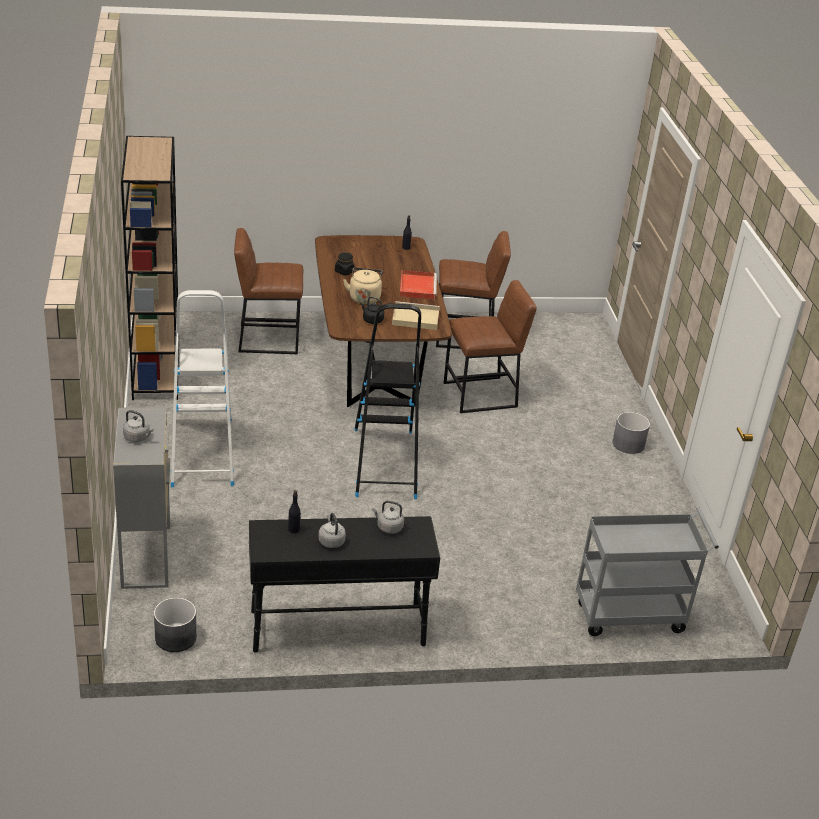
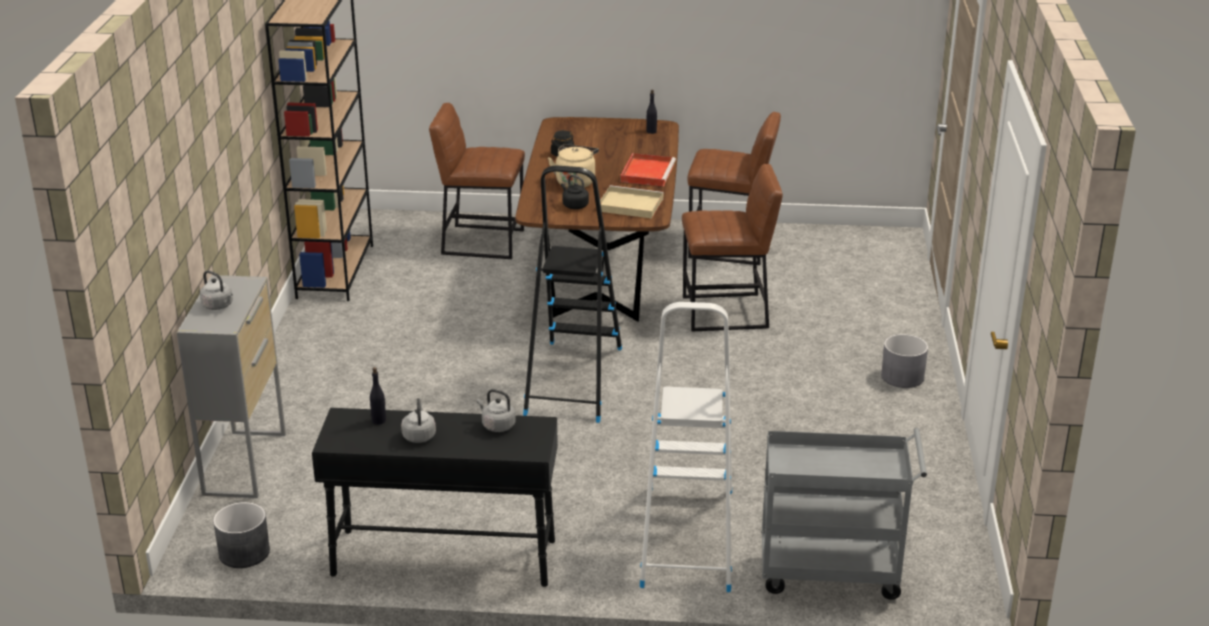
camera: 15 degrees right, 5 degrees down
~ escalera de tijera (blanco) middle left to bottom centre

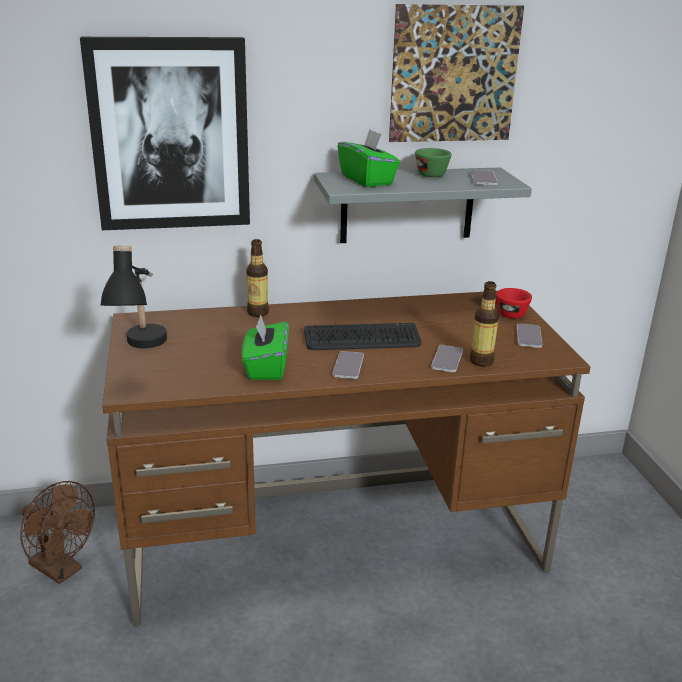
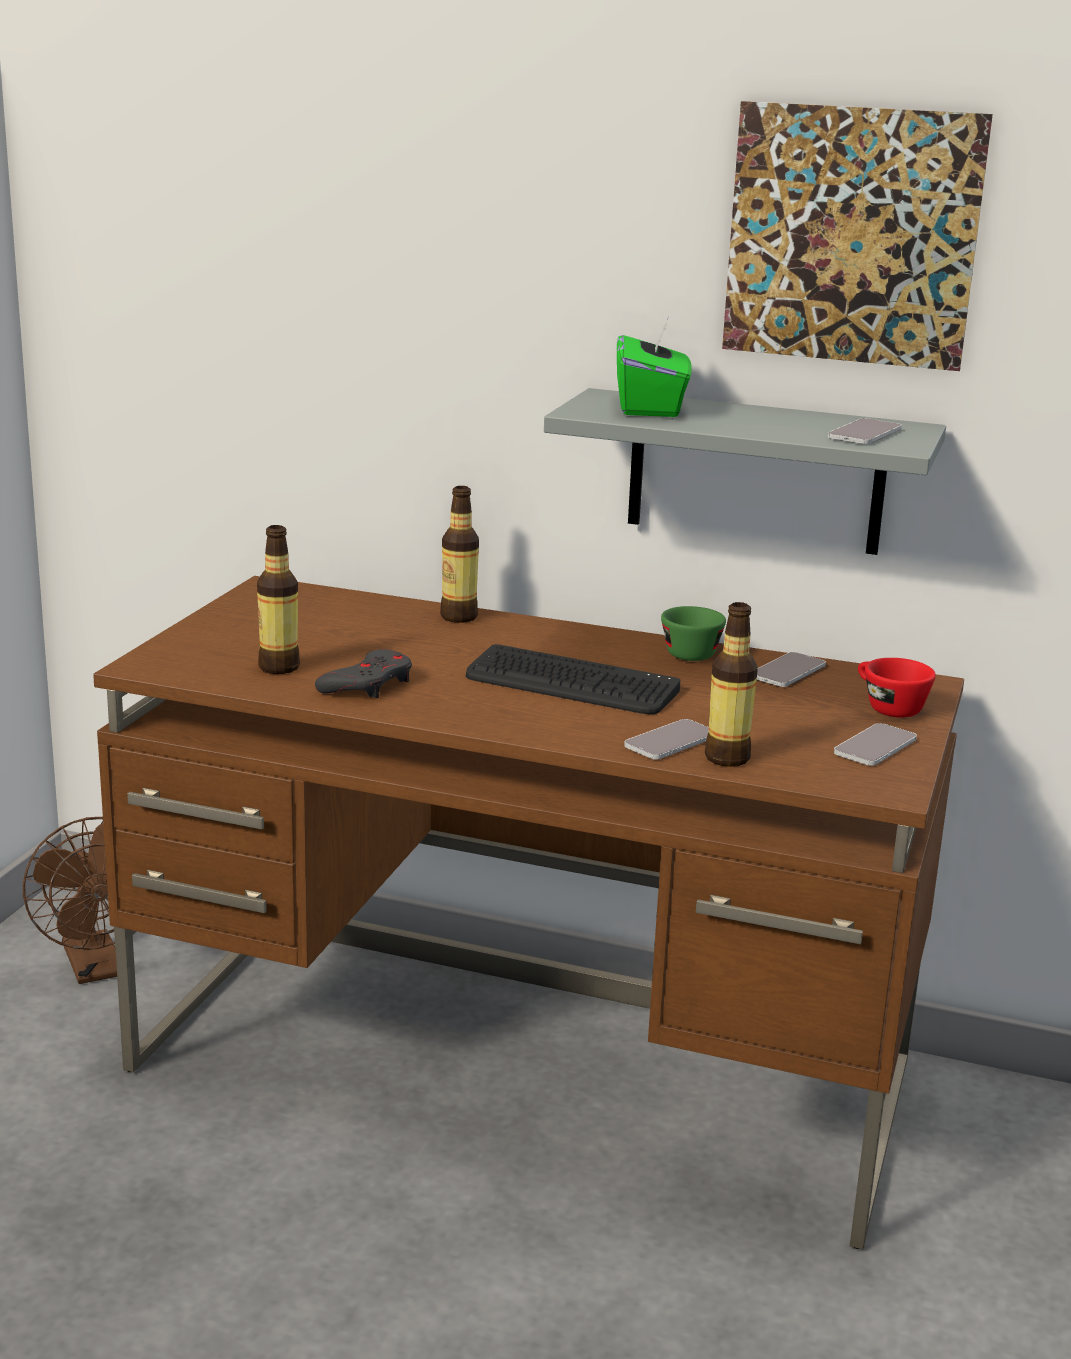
camera: 30 degrees right, 5 degrees down
+ botella (no. 1 from left) middle left
~ caja de pañuelos (verde) (no. 1 from left) centre to mando de consola (gris) centre
~ taza (verde) top centre to centre
~ móvil (no. 1 from left in the first image) centre to móvil (no. 2 from left) middle right
- cuadro (no. 1 from left) top left
- lámpara de mesa (negro) middle left

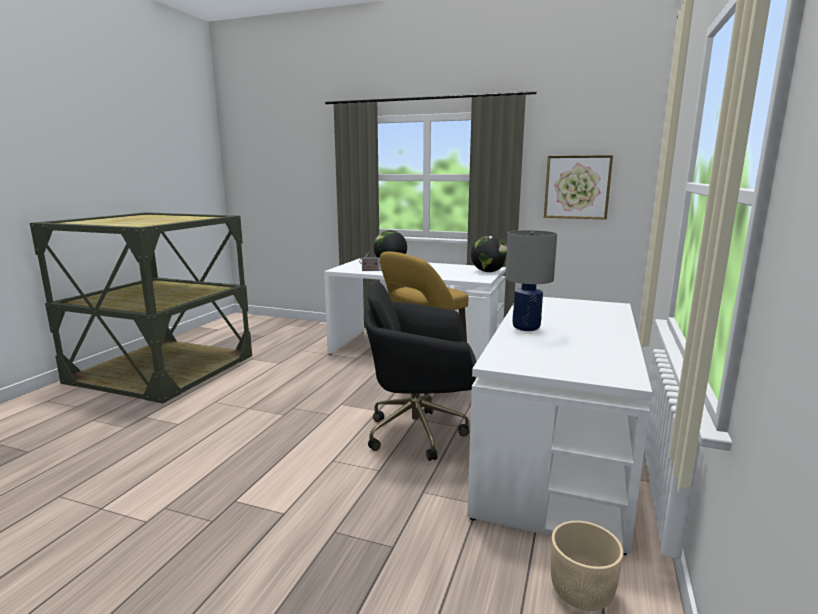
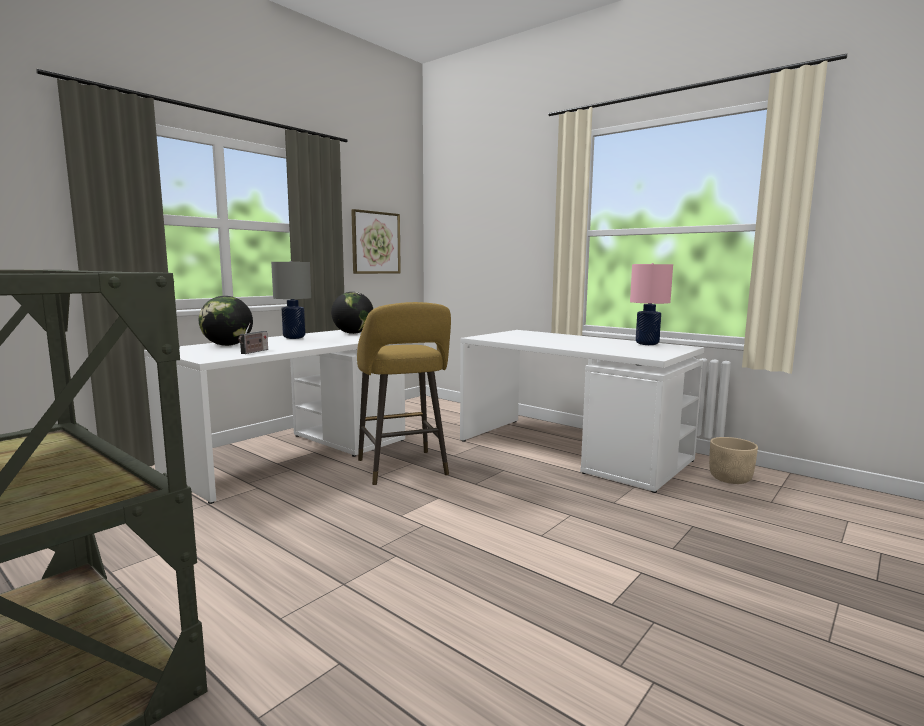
camera: 70 degrees left, 5 degrees down
~ lámpara de mesa (gris) centre to middle left
+ lámpara de mesa (rosa) middle right
- silla de oficina (negro) centre

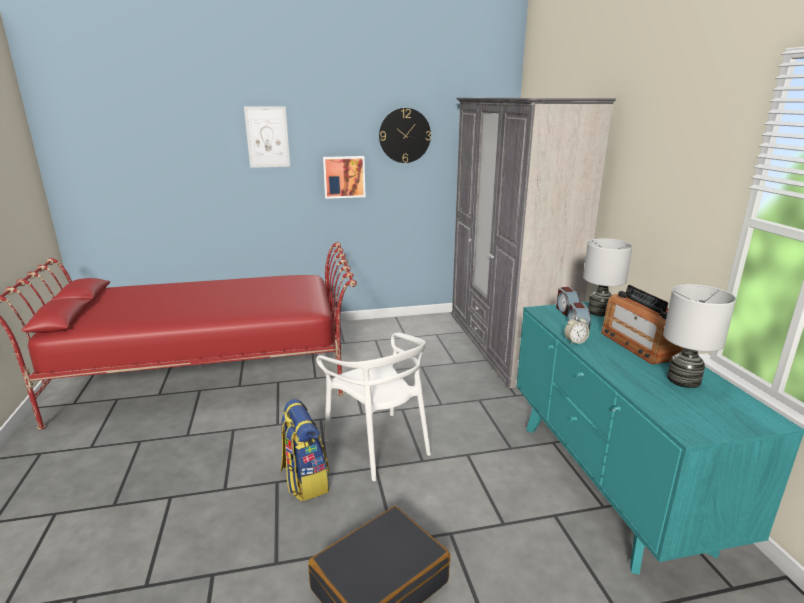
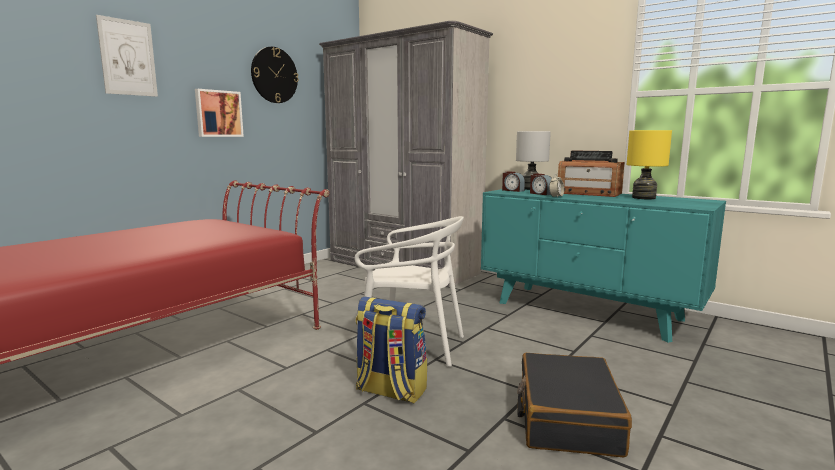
camera: 40 degrees left, 10 degrees down
~ lámpara de mesa (gris) (no. 2 from left) middle right to lámpara de mesa (amarillo) middle right

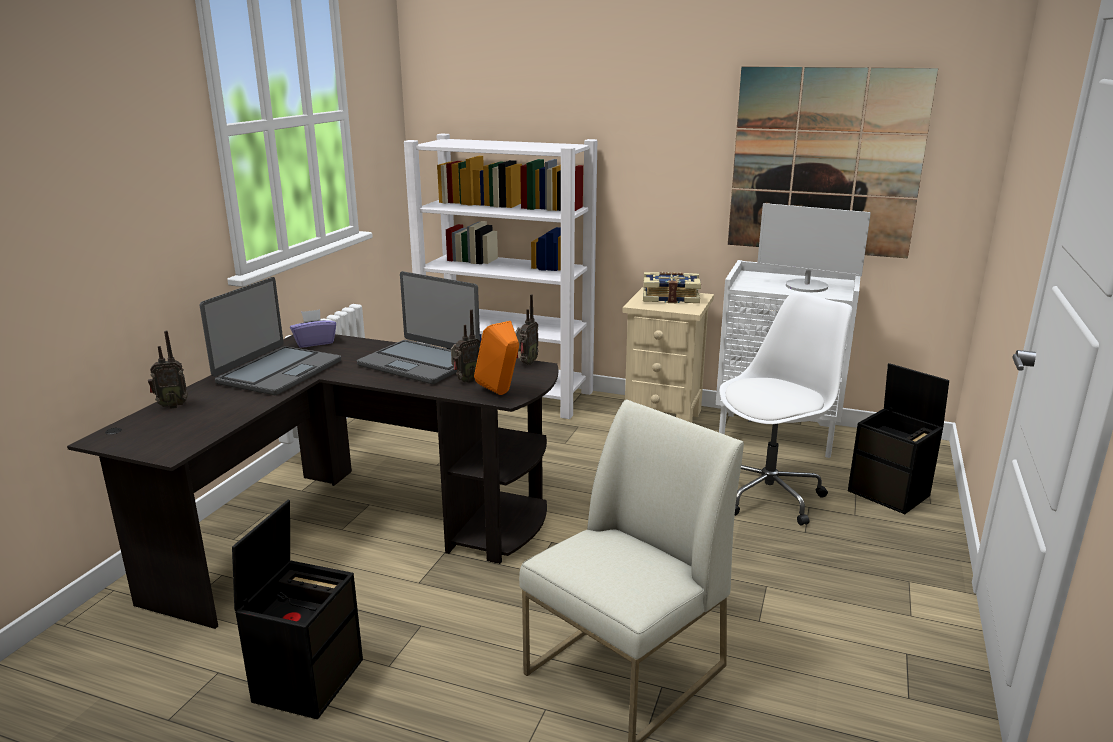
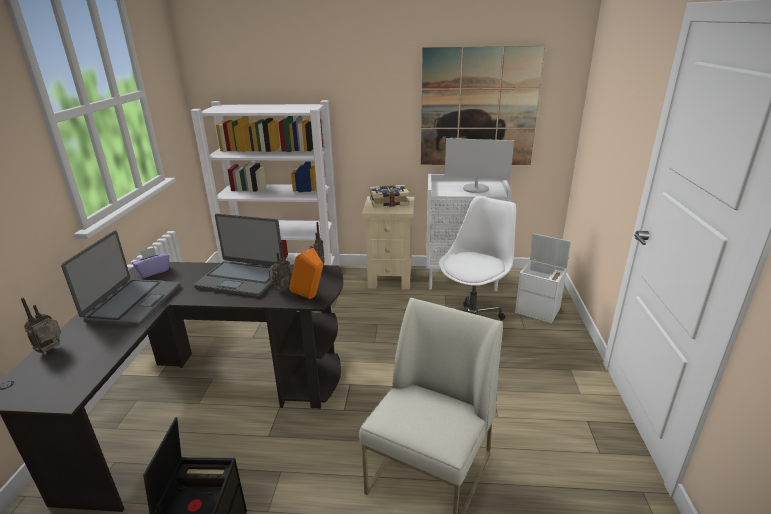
camera: 15 degrees left, 5 degrees up
~ radio (no. 1 from left) middle left = middle left 150 degrees clockwise
~ caja de almacenaje (negro) (no. 2 from left) middle right to caja de almacenaje (blanco) middle right

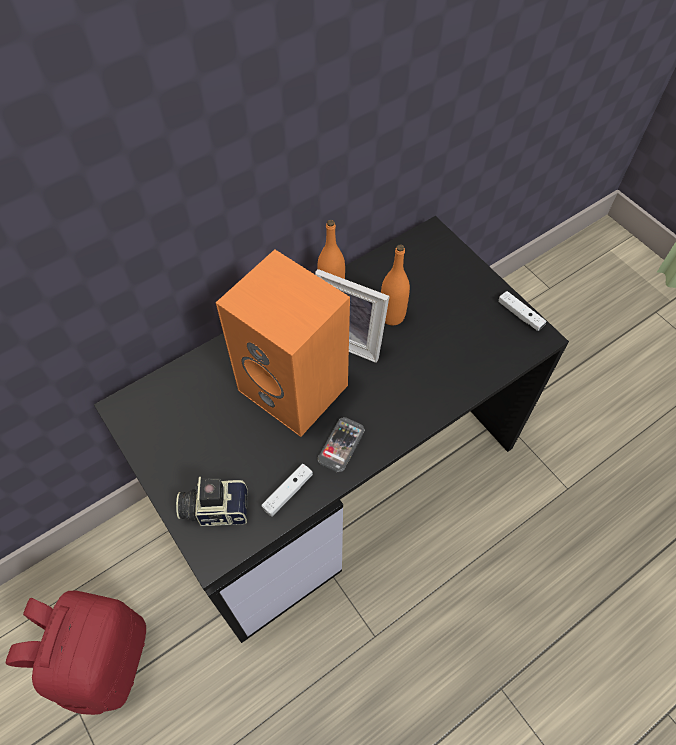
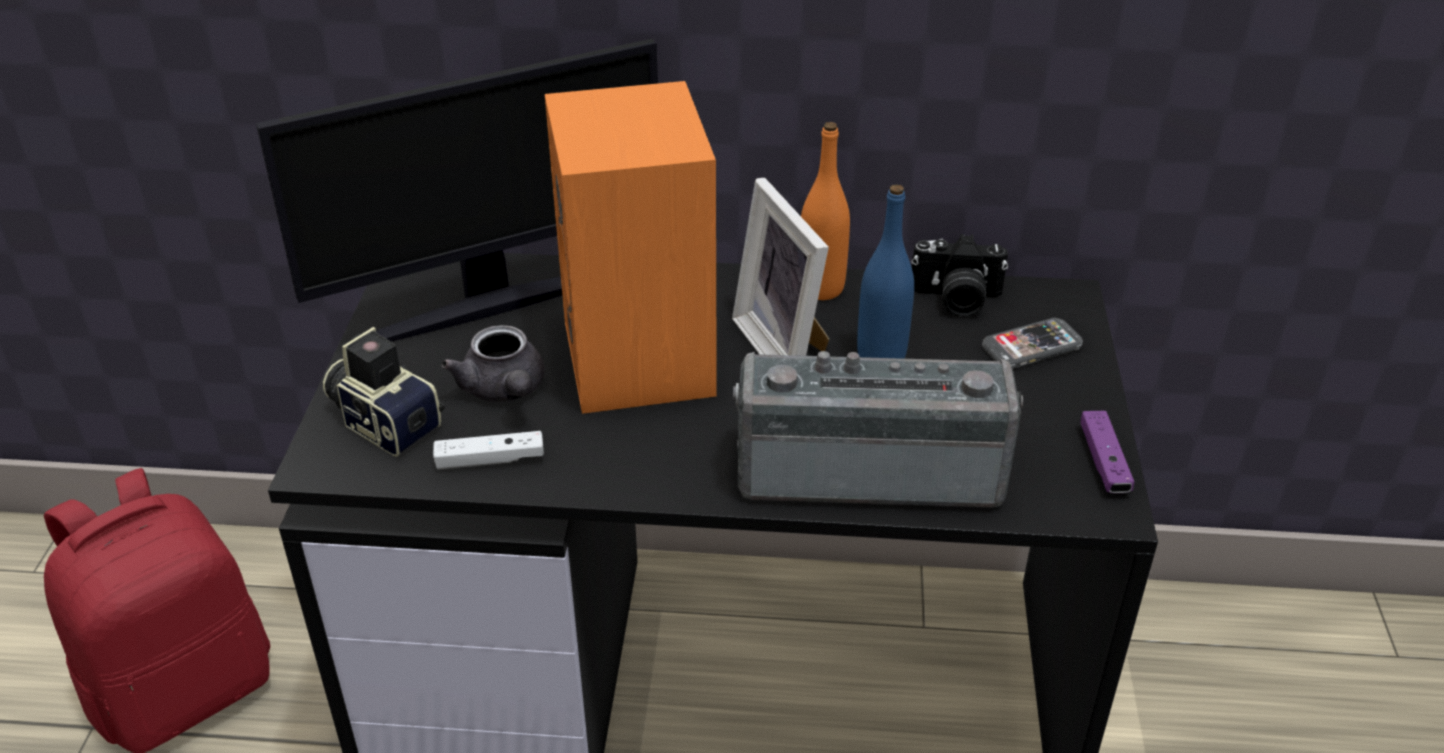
camera: 40 degrees right, 20 degrees down
+ monitor top left
+ tetera (gris) centre
+ radio centre
~ botella (naranja) (no. 2 from left) centre to botella (azul) centre
+ cámara (no. 2 from left) centre
~ móvil centre to middle right
~ mando de consola (blanco) (no. 2 from left) middle right to mando de consola (morado) middle right

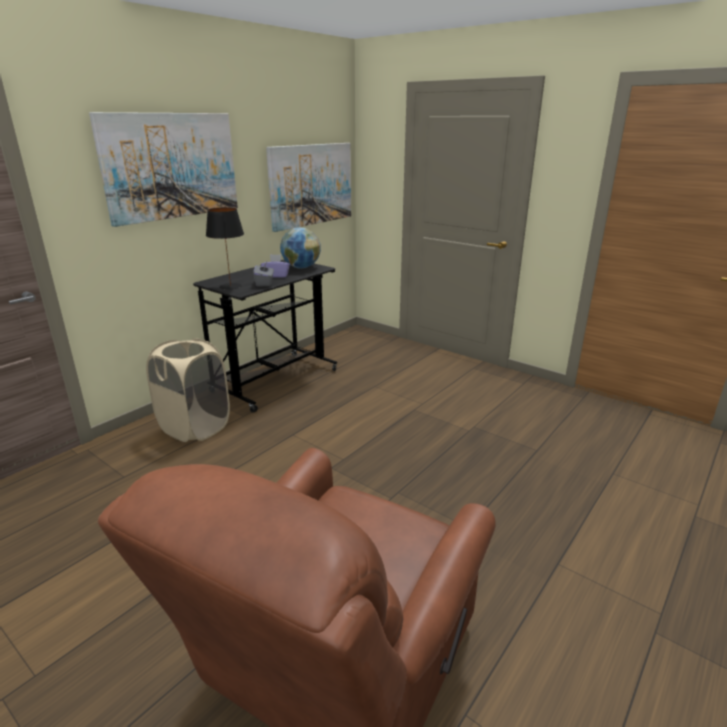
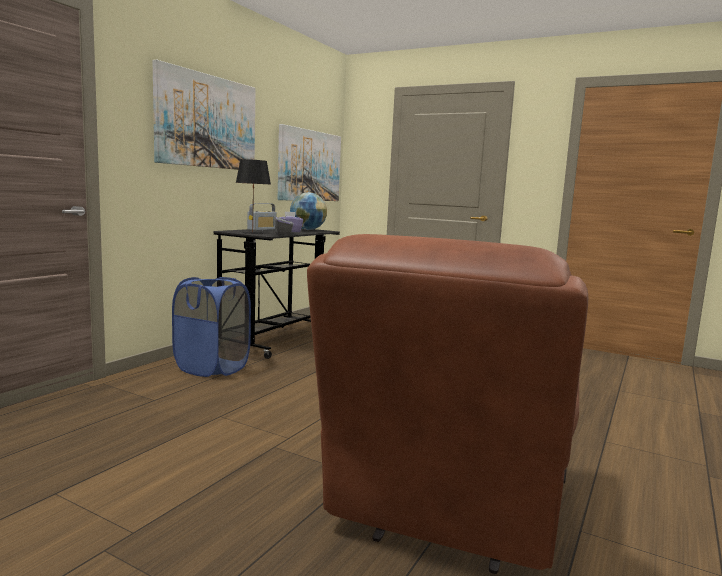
camera: 10 degrees left, 15 degrees down
~ cesto de la ropa (beis) middle left to cesto de la ropa (azul) middle left
+ radio centre

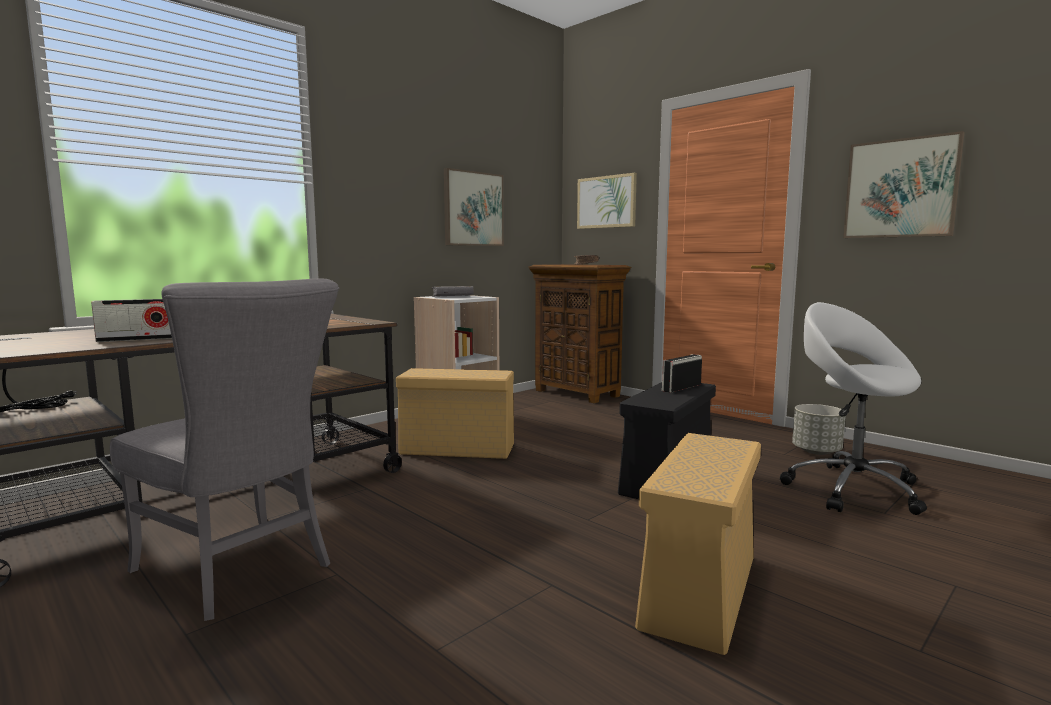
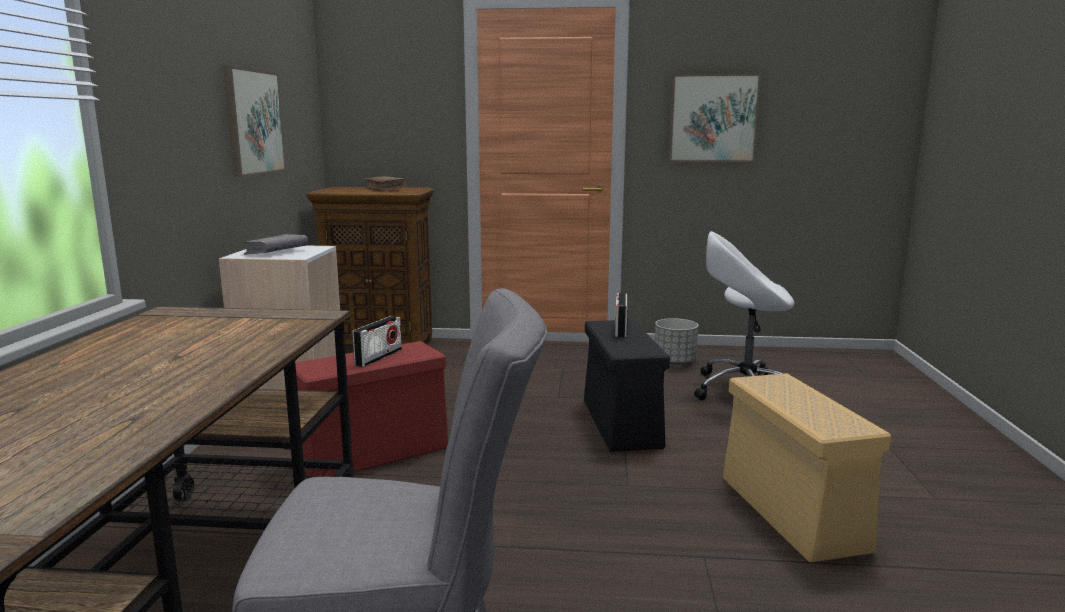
camera: 40 degrees left, 5 degrees up
~ caja de almacenaje (beis) (no. 1 from left) centre to caja de almacenaje (rojo) bottom centre
~ radio (no. 1 from left) middle left to centre
- cuadro (no. 2 from left) top centre

